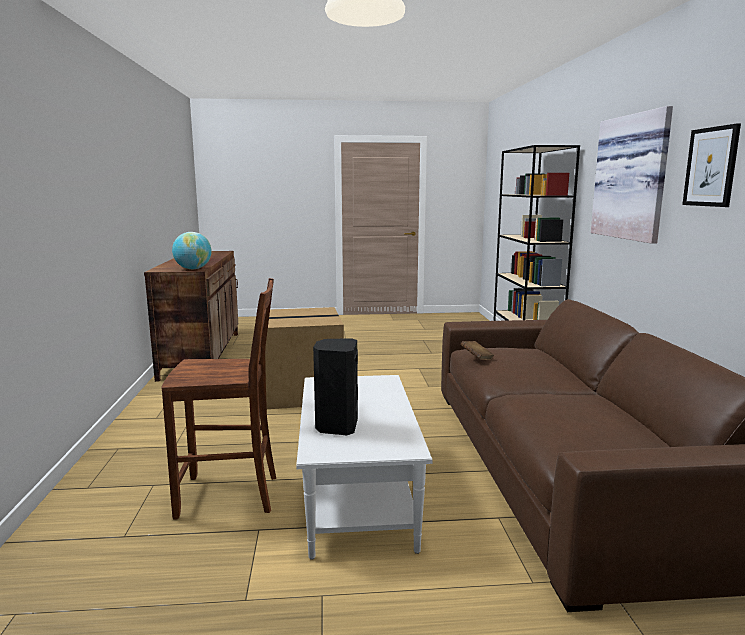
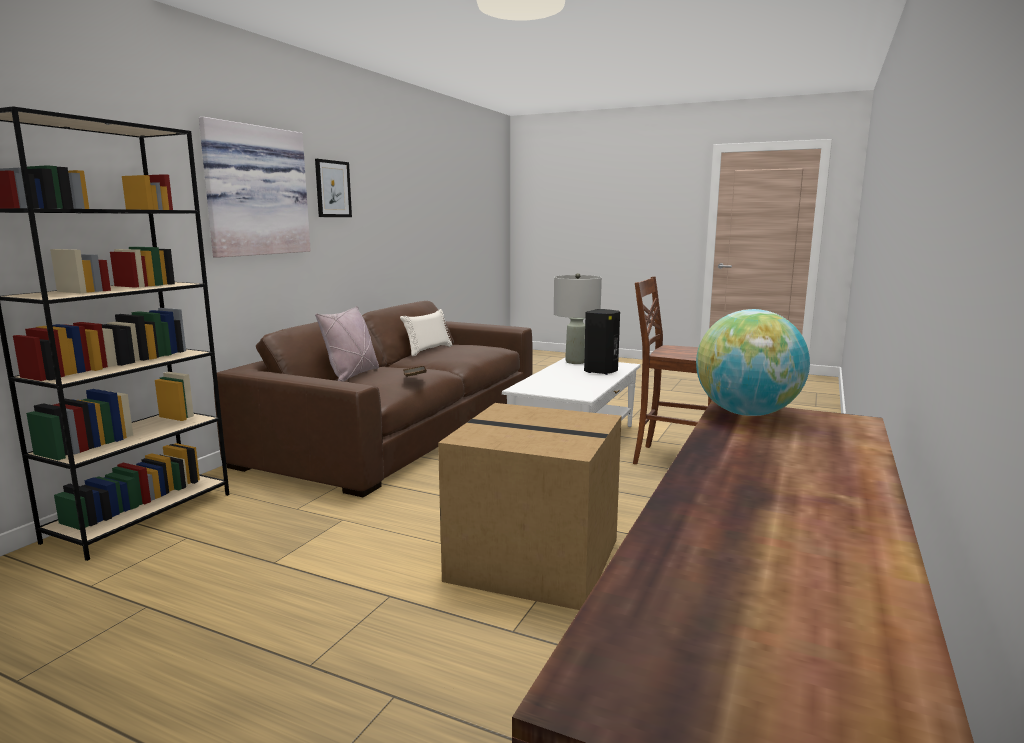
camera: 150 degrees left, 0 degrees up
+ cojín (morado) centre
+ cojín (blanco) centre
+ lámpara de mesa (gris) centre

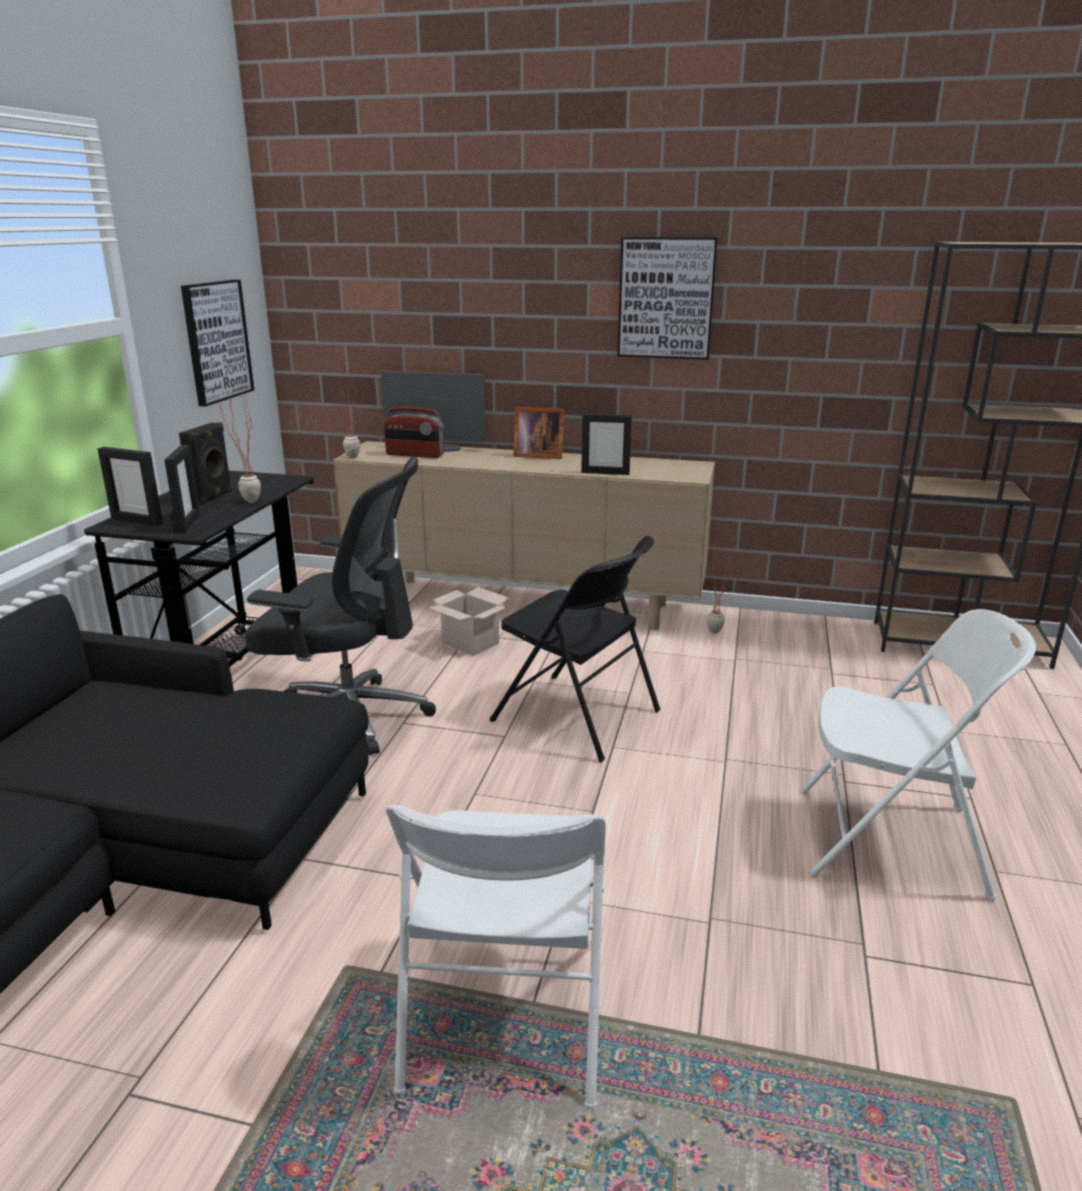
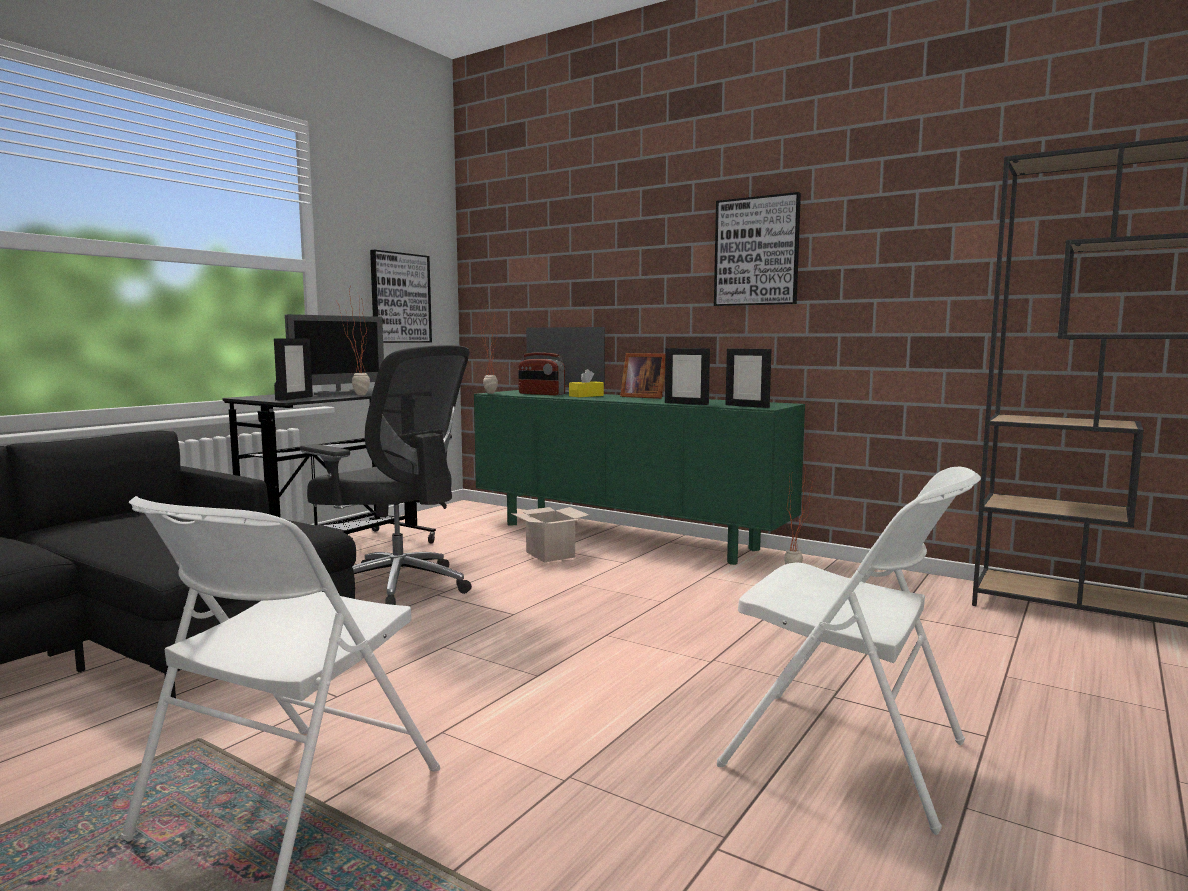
camera: 20 degrees right, 15 degrees down
~ altavoz (negro) middle left to monitor (no. 1 from left) middle left
~ armario (beis) centre to armario (verde) centre
+ caja de pañuelos (amarillo) centre
~ portarretratos (no. 1 from left in the first image) middle left to portarretratos (no. 4 from left) centre
- silla (negro) centre

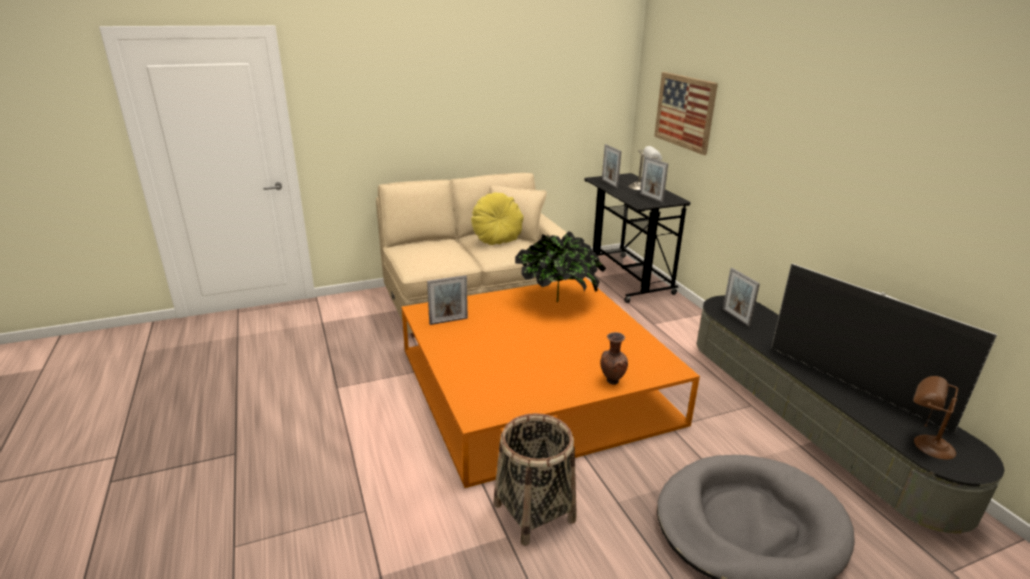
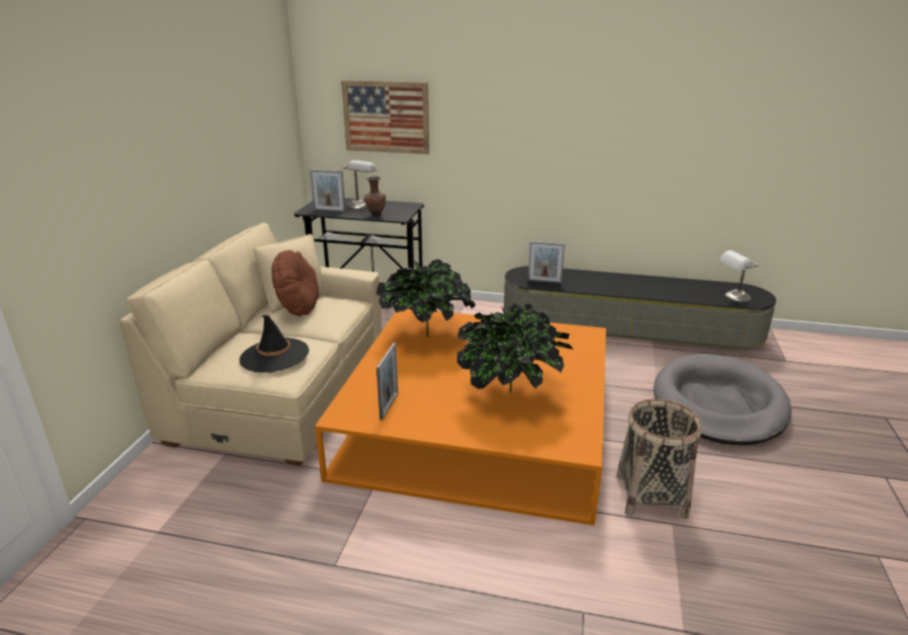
camera: 55 degrees left, 0 degrees up
+ sombrero (negro) middle left
~ cojín (amarillo) centre to cojín (marrón) middle left
~ florero (marrón) centre to top centre
+ planta en maceta (no. 2 from left) centre
~ lámpara de mesa (marrón) bottom right to lámpara de mesa (blanco) (no. 2 from left) middle right
- portarretratos (no. 3 from left) top centre
- televisor middle right

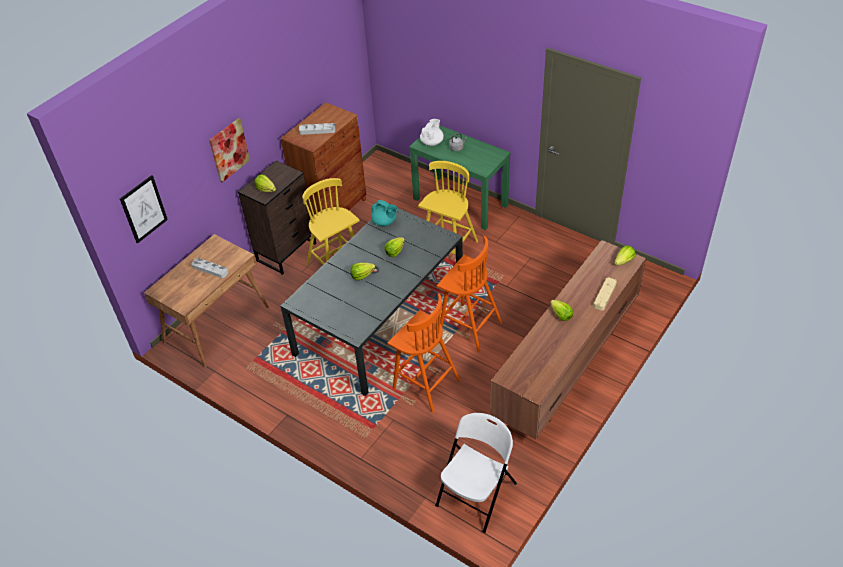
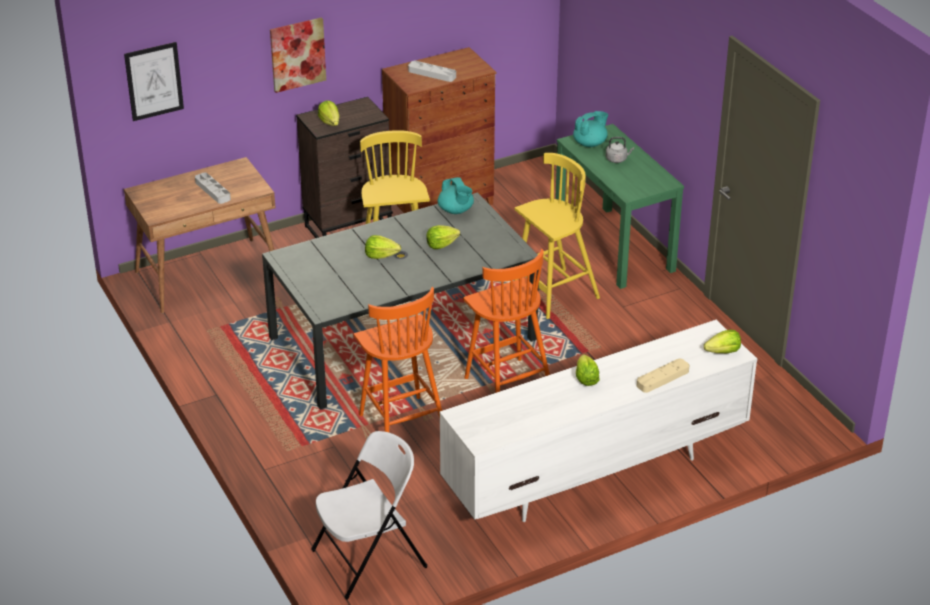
camera: 25 degrees right, 10 degrees down
~ armario (marrón) middle right to armario (blanco) bottom centre
~ tetera (blanco) top centre to tetera (turquesa) (no. 2 from left) top centre

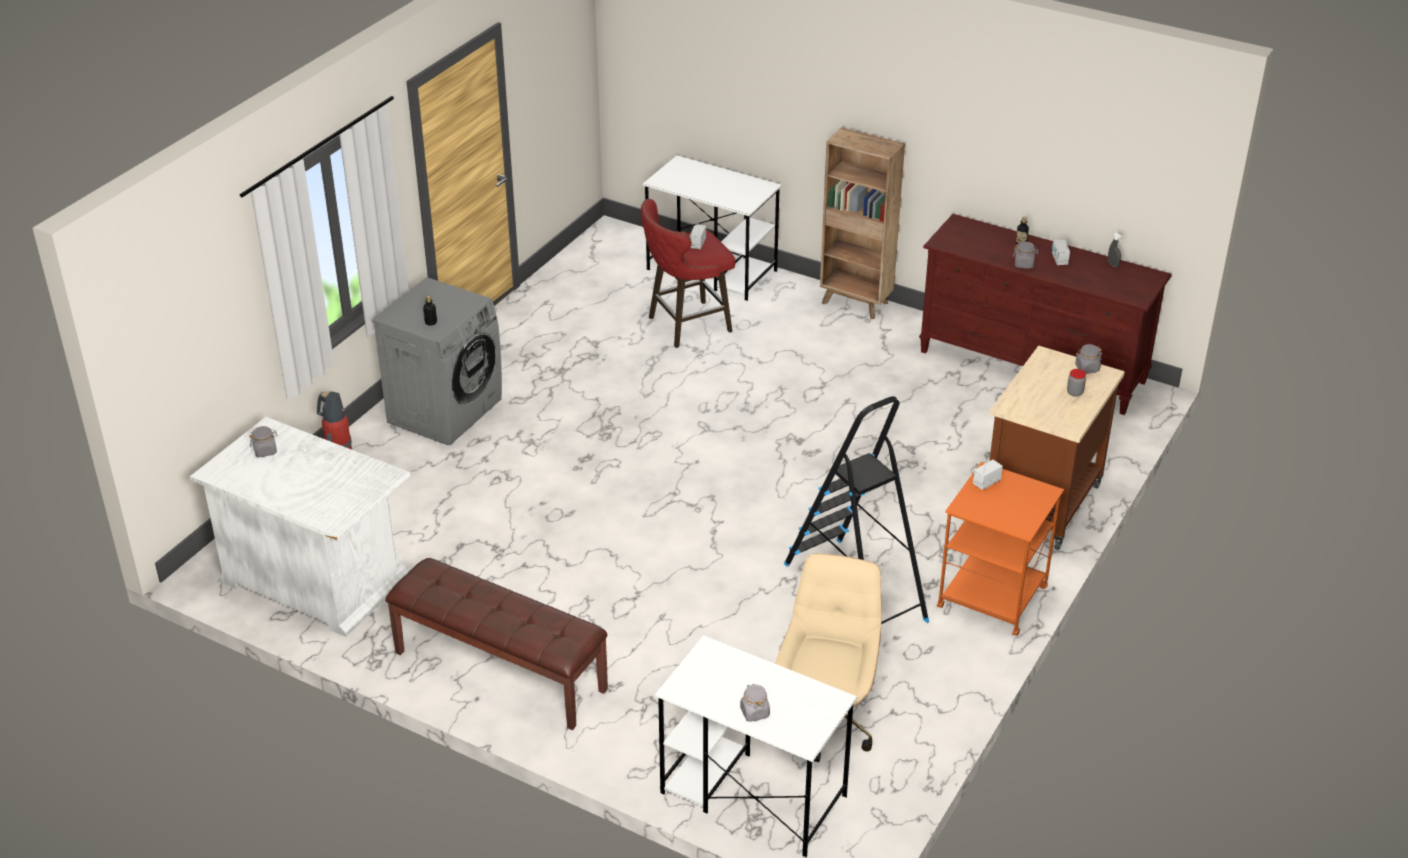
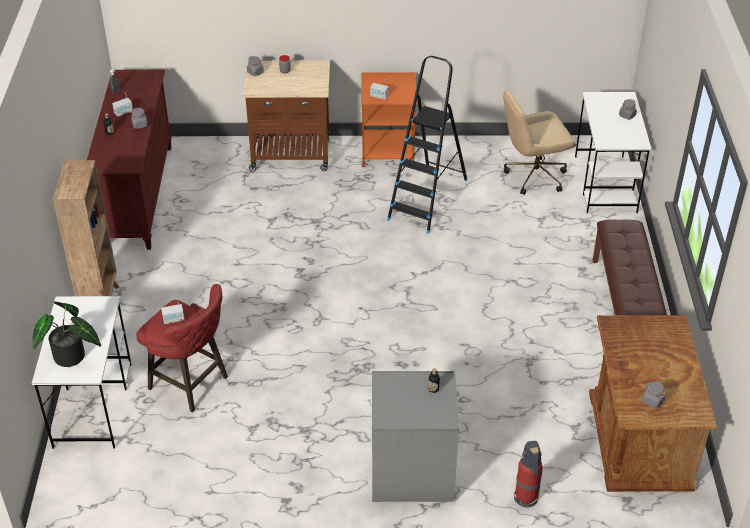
camera: 120 degrees left, 5 degrees up
+ planta en maceta middle left
~ armario (blanco) middle left to armario (marrón) bottom right

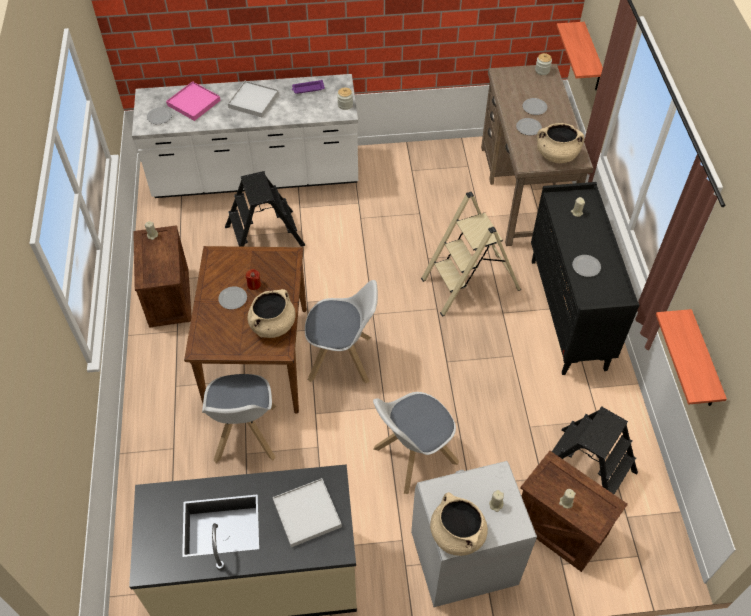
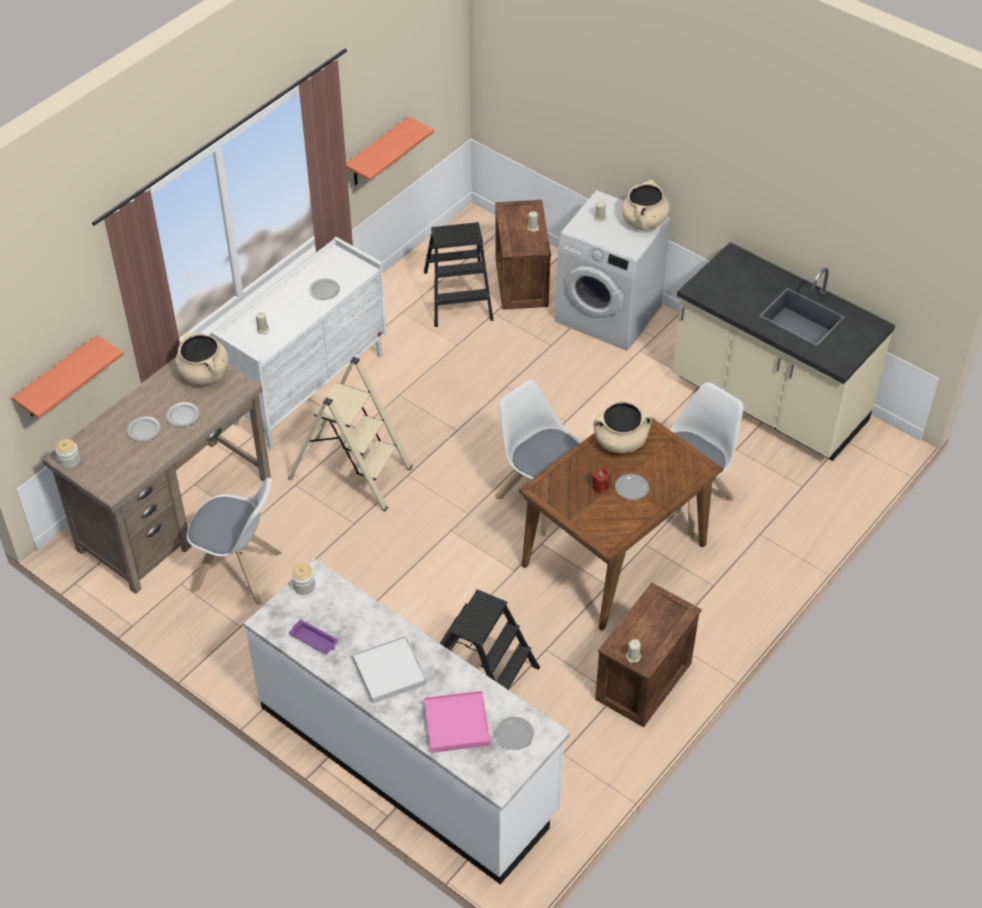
camera: 135 degrees left, 5 degrees down
~ silla (no. 3 from left in the first image) bottom centre to silla (no. 1 from left) middle left
~ armario (negro) middle right to armario (blanco) middle left
- bandeja (blanco) (no. 2 from left) bottom centre

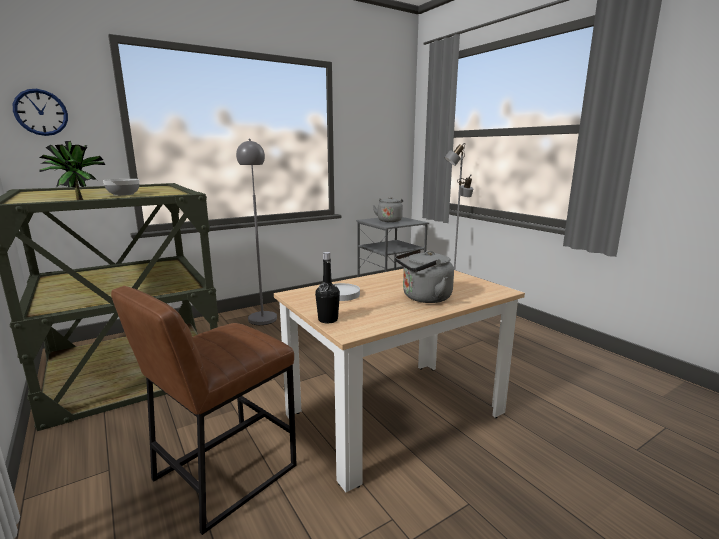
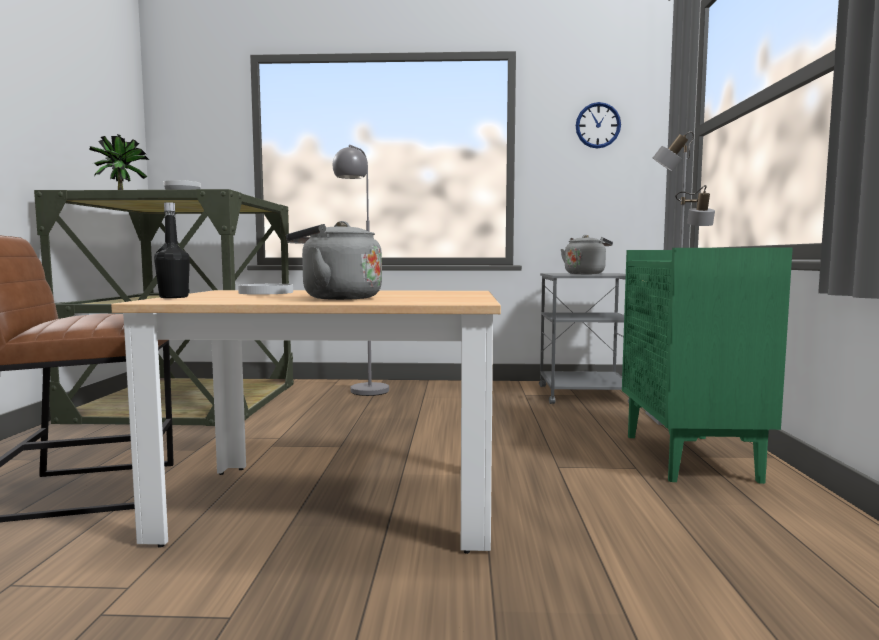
camera: 35 degrees right, 10 degrees down
~ reloj de pared top left to top right
+ armario (verde) middle right

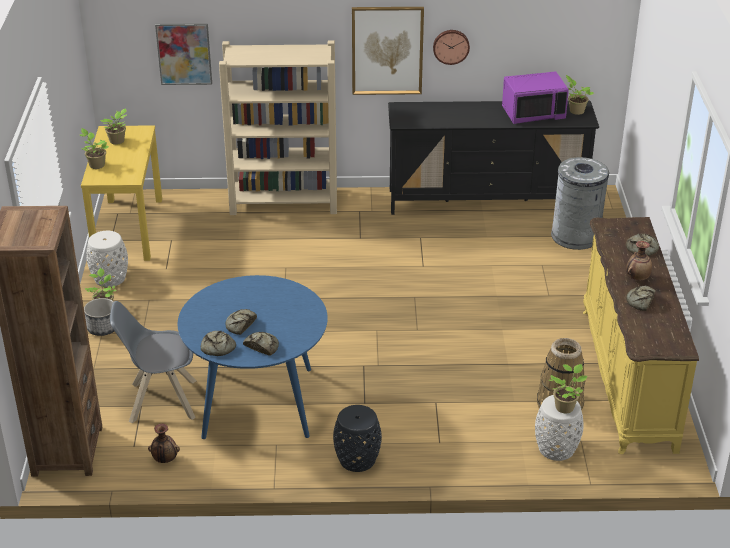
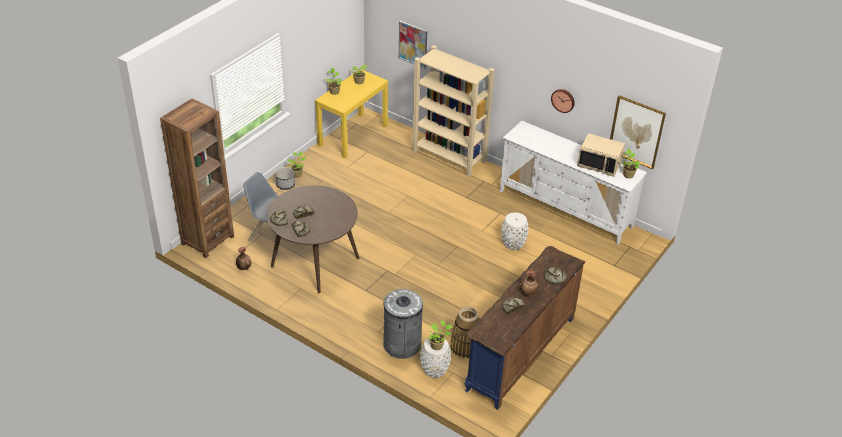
camera: 35 degrees right, 5 degrees up
~ mesa de comedor (azul) centre to mesa de comedor (marrón) centre
~ papelera (gris) middle right to bottom centre
~ armario (amarillo) middle right to armario (azul) bottom centre
~ cómoda (negro) top right to cómoda (blanco) middle right
~ taburete (blanco) (no. 1 from left in the first image) middle left to taburete (blanco) (no. 2 from left) centre
~ microondas (morado) top right to microondas (beis) middle right
~ cuadro (no. 2 from left) top centre to top right
- taburete (negro) bottom centre

